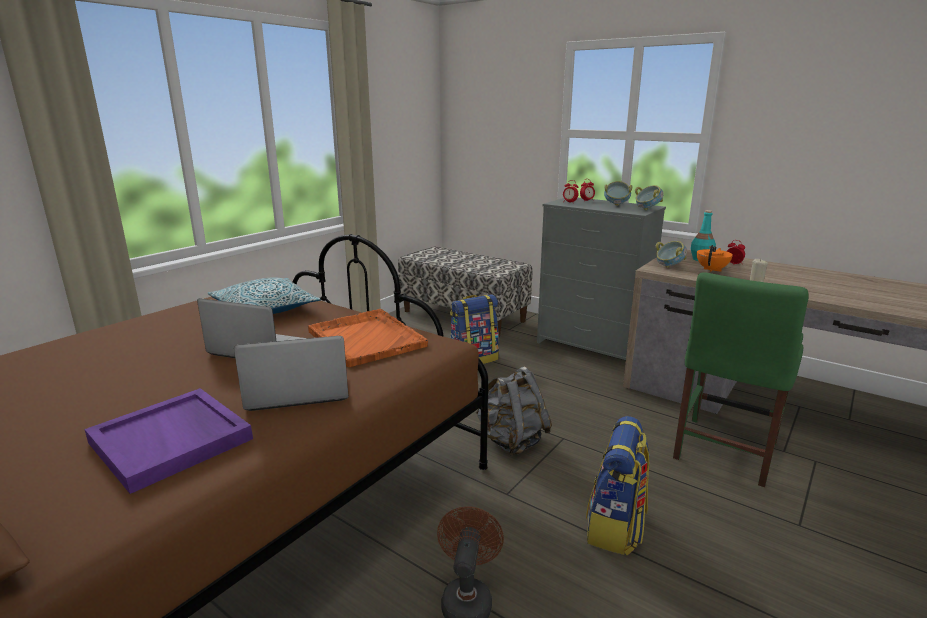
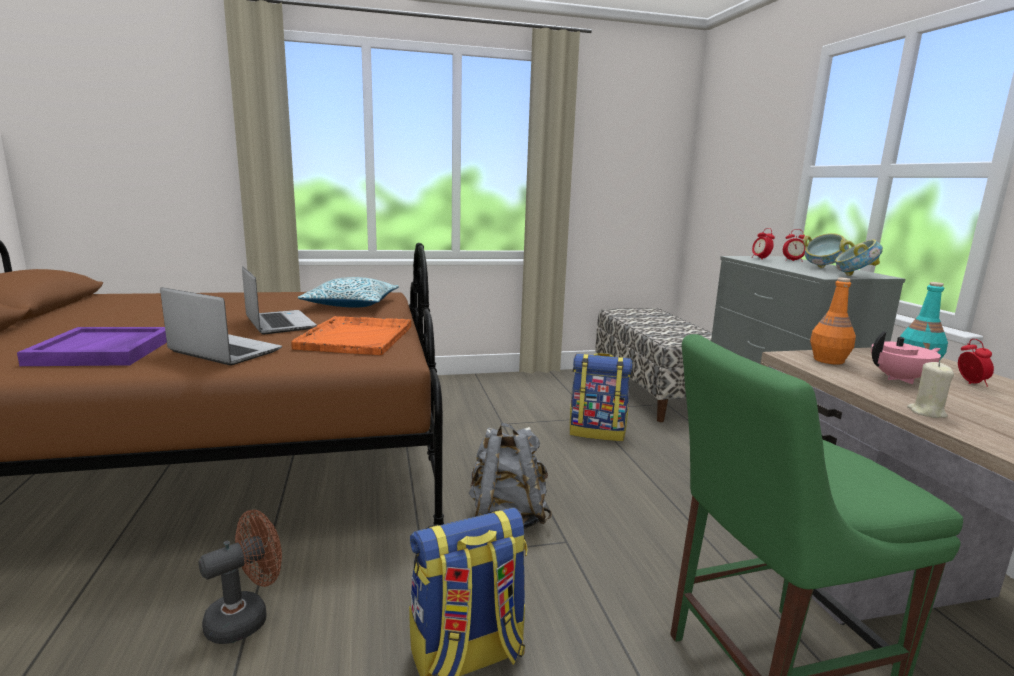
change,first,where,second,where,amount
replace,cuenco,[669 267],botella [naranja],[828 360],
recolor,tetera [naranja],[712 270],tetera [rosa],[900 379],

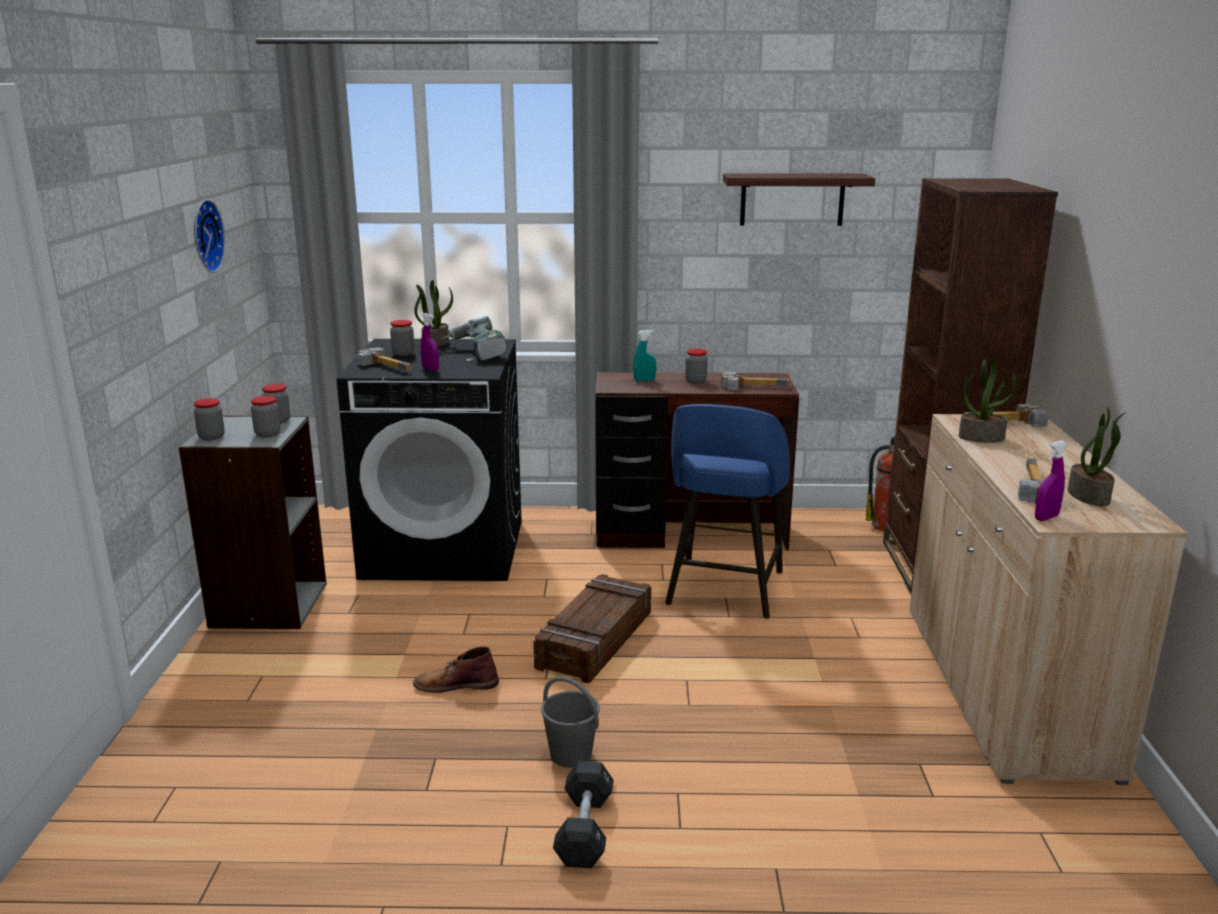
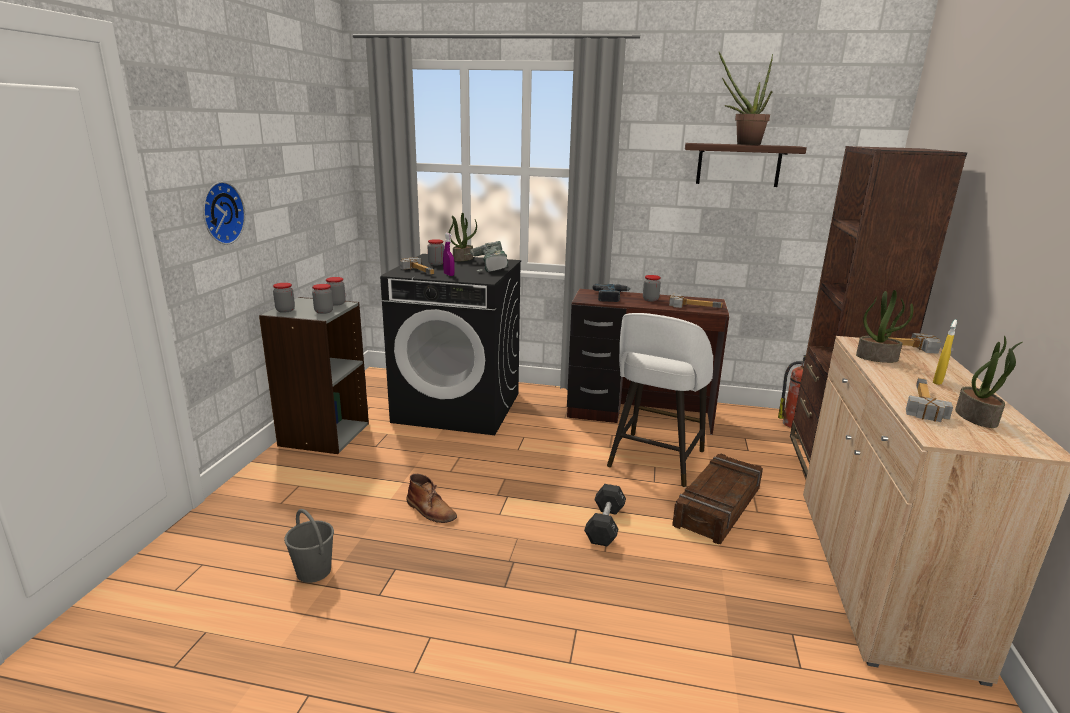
change,first,where,second,where,amount
delete,pulverizador [morado],[1046 518],,,
insert,,,planta en maceta,[743 144],
insert,,,pulverizador [amarillo],[938 381],
move,reloj de pared,[204 236],,[220 213],
move,caja de embalaje,[594 639],,[716 506],
move,cubo [gris],[570 754],,[313 571],
move,mancuerna [negro],[584 829],,[605 525],
replace,pulverizador [turquesa],[644 380],taladro,[611 296],
recolor,taburete [azul],[724 590],taburete [blanco],[655 460],
rotate,bota [marrón],[455 684],,[431 510],150 degrees counterclockwise

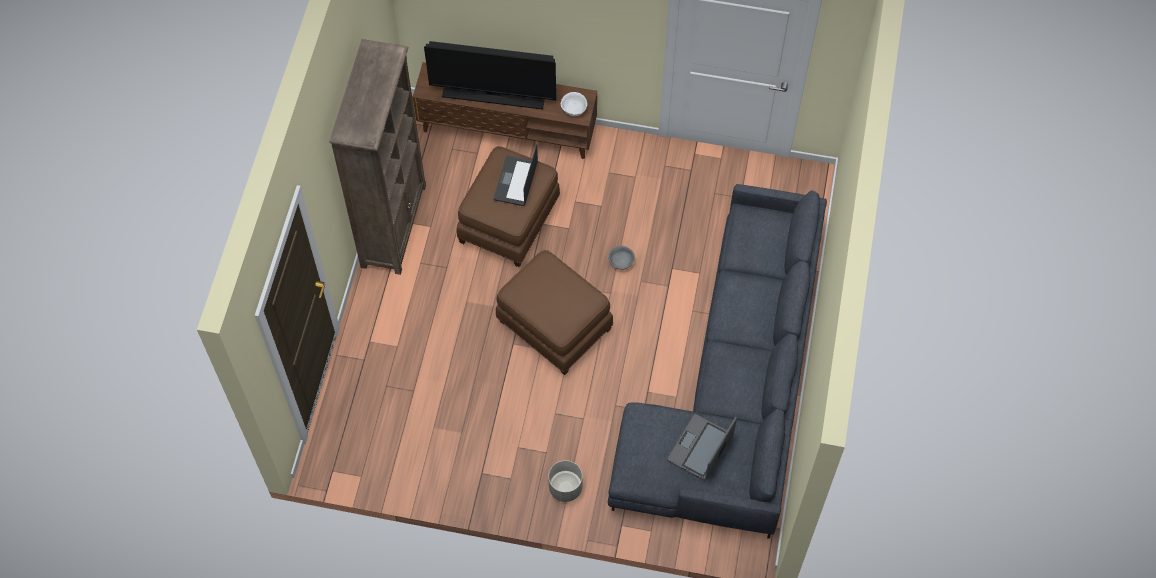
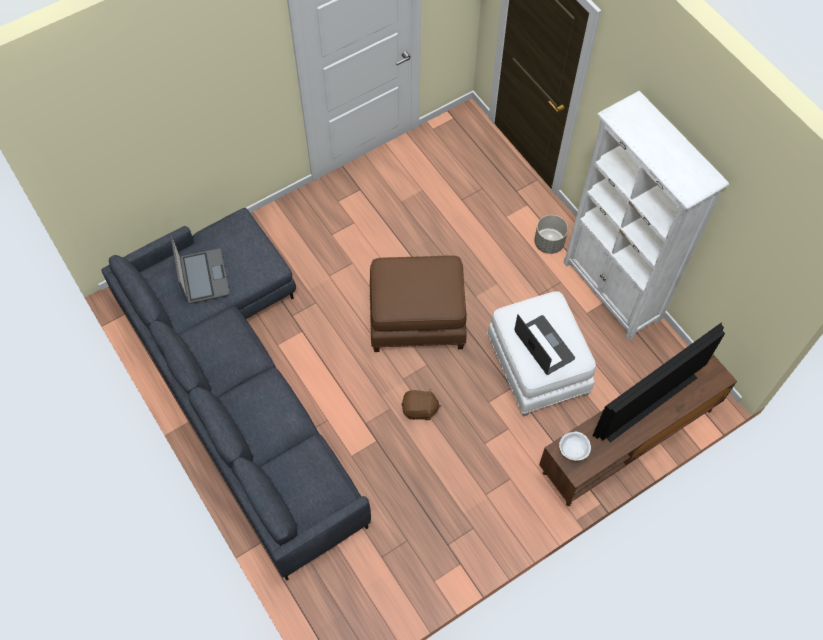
change,first,where,second,where,amount
move,maceta [gris],[565 488],,[548 243],
replace,cuenco [gris],[621 263],peluche [marrón],[419 410],
recolor,estantería [marrón],[394 225],estantería [blanco],[612 291],
recolor,puf [marrón],[510 222],puf [blanco],[536 367],

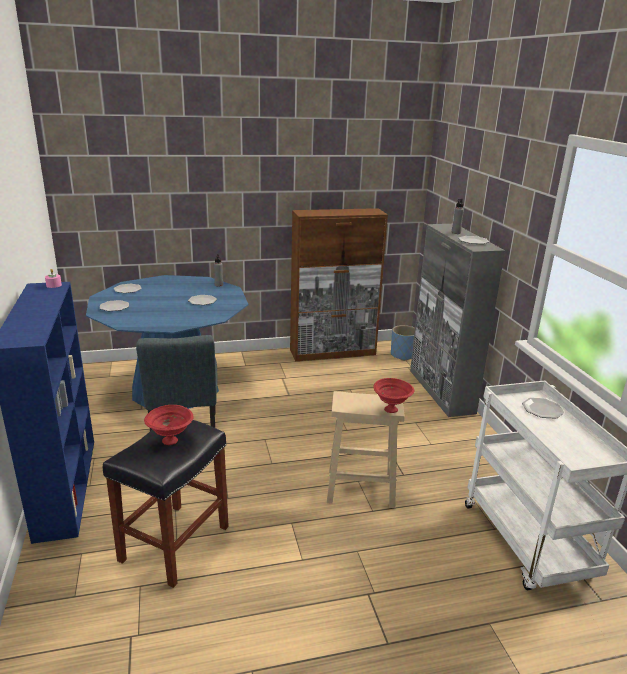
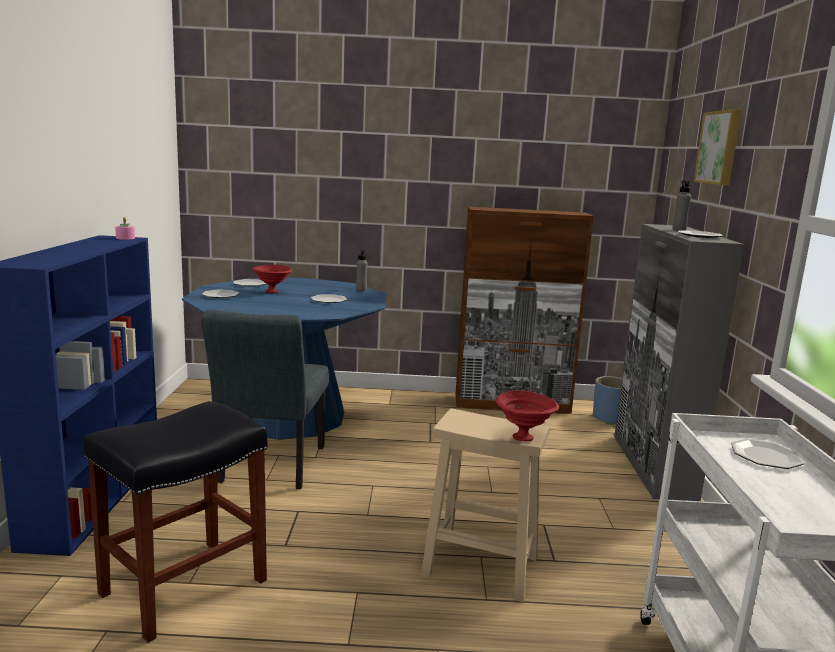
change,first,where,second,where,amount
insert,,,cuadro,[720 148],
move,cuenco [rojo],[171 441],,[273 292],

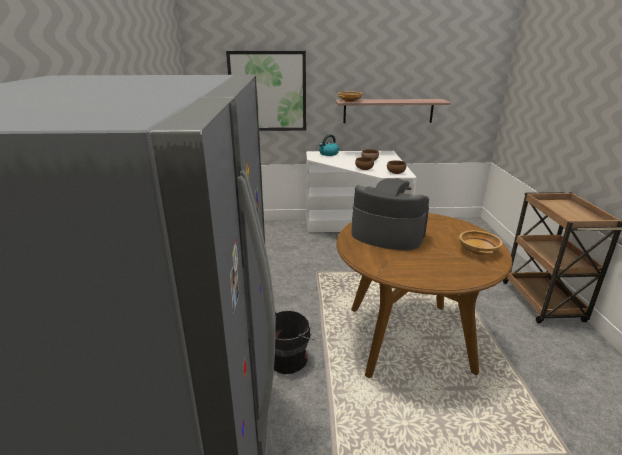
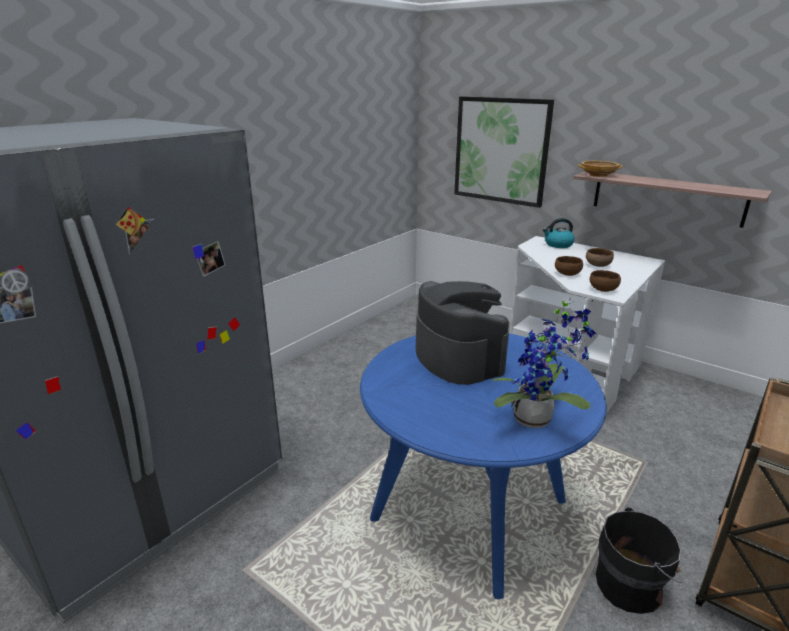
change,first,where,second,where,amount
move,cubo [negro],[289 358],,[631 585],
replace,cuenco [beis],[478 251],planta en maceta,[537 420],
recolor,mesa de comedor [marrón],[408 338],mesa de comedor [azul],[469 510],

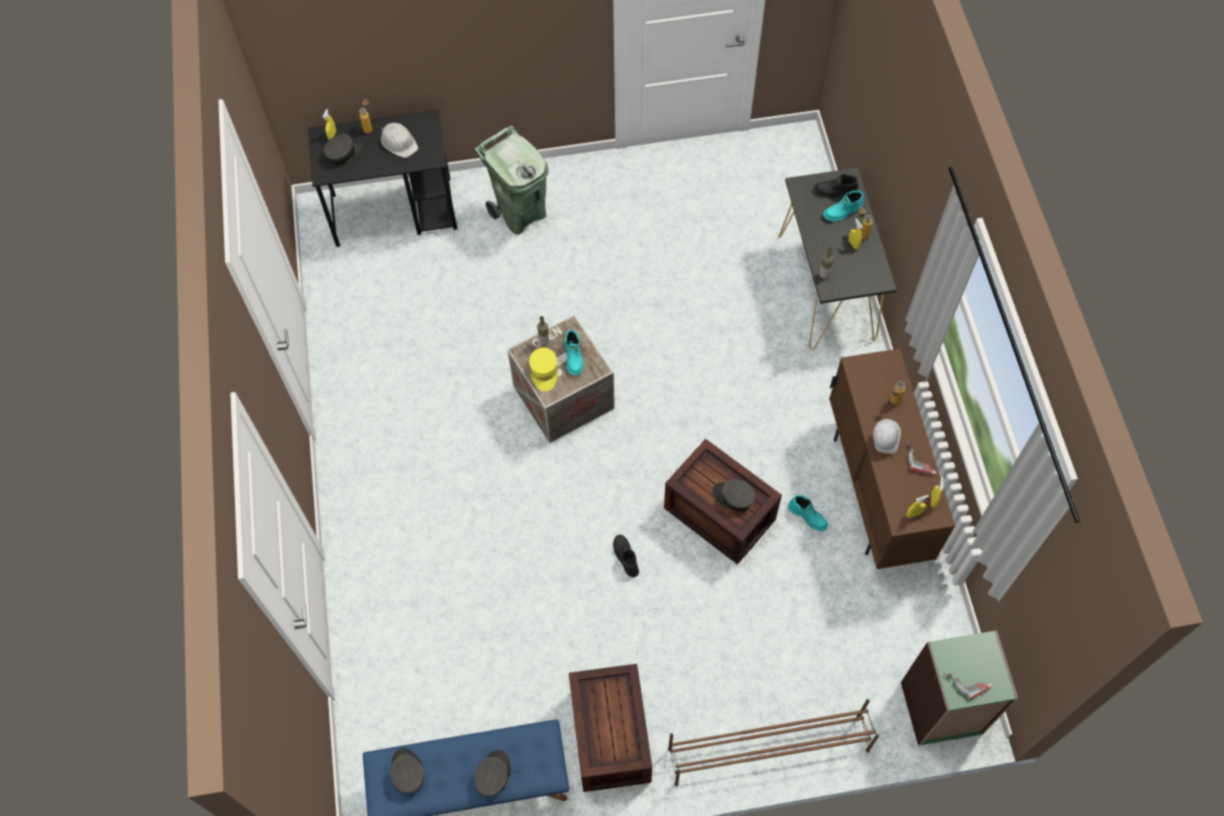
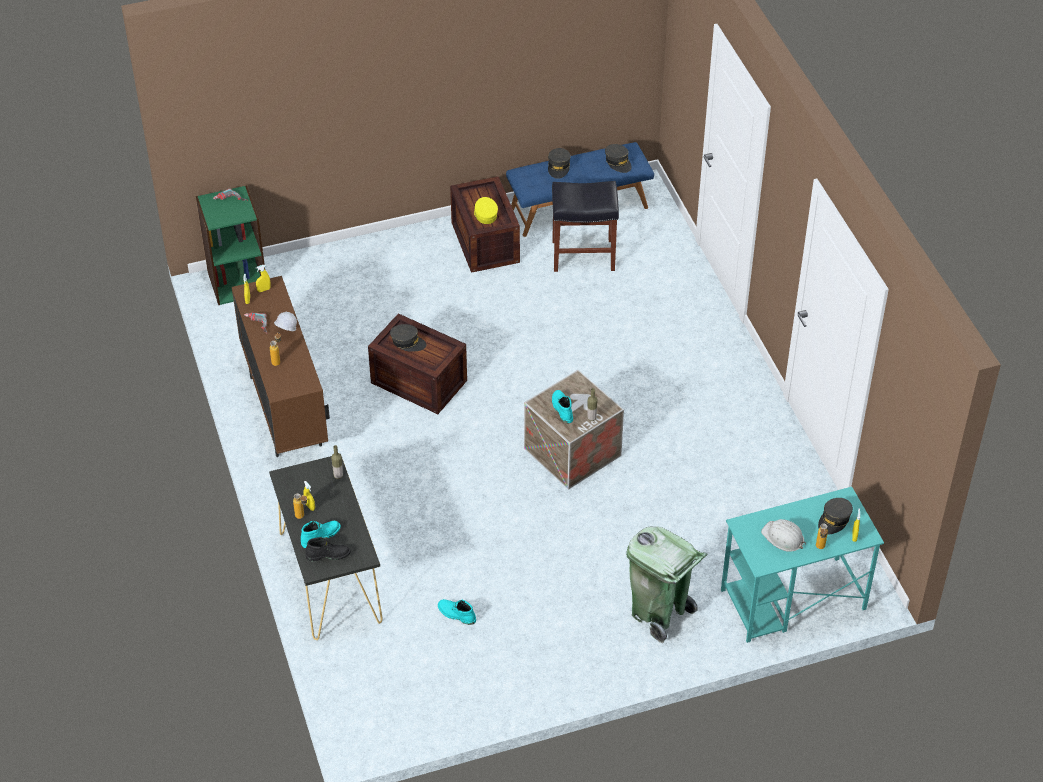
change,first,where,second,where,amount
delete,bota [negro],[625 557],,,
delete,zapatero [marrón],[767 749],,,
insert,,,taburete [negro],[584 255],
move,gorra [amarillo],[544 372],,[485 214],
move,bota [turquesa],[808 516],,[456 614],
recolor,escritorio [negro],[395 212],escritorio [turquesa],[792 600],

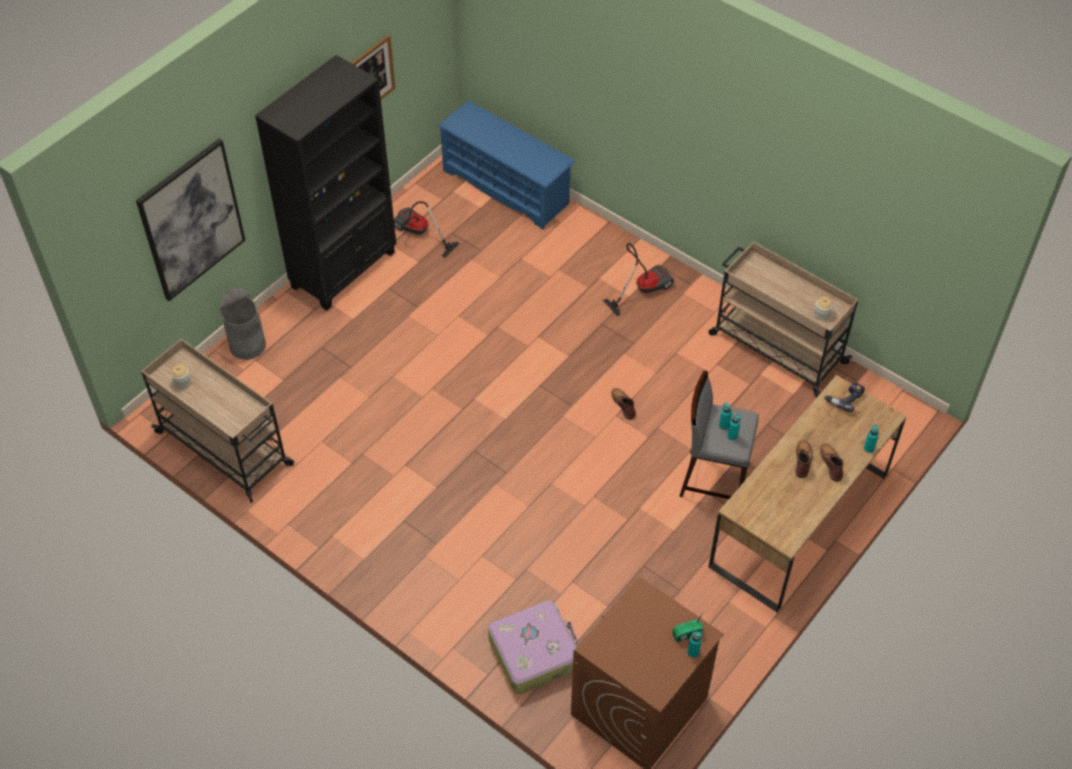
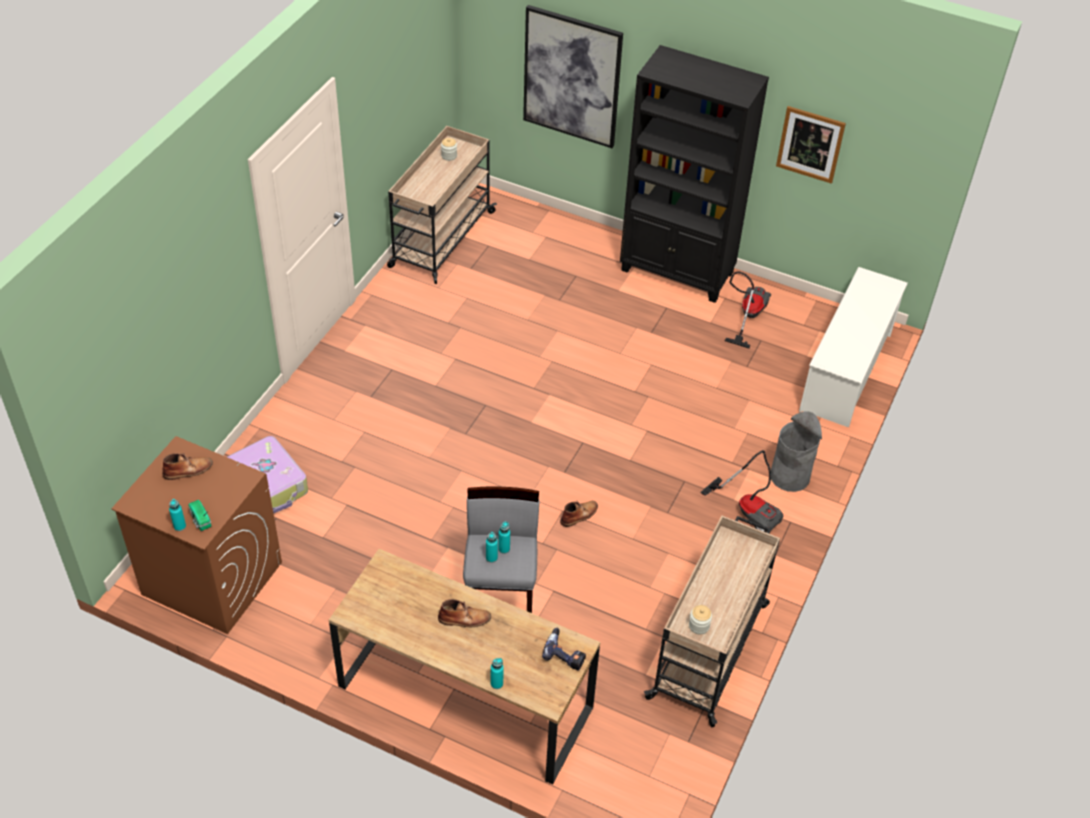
change,first,where,second,where,amount
move,papelera [gris],[247 345],,[790 476],
move,bota [marrón],[831 463],,[188 470],
recolor,zapatero [azul],[506 187],zapatero [blanco],[846 372],

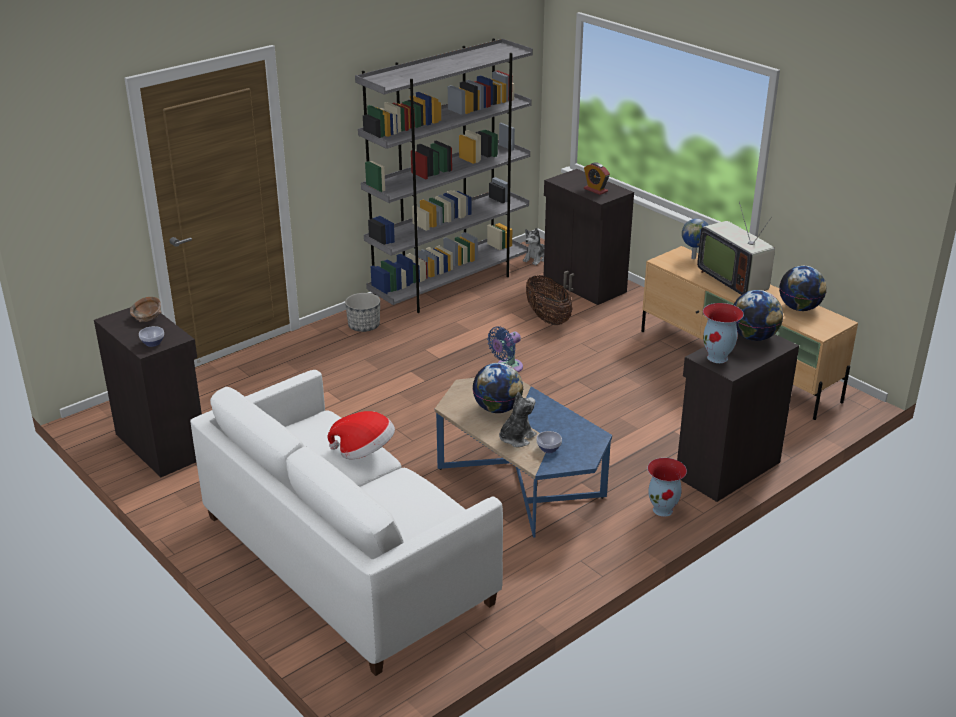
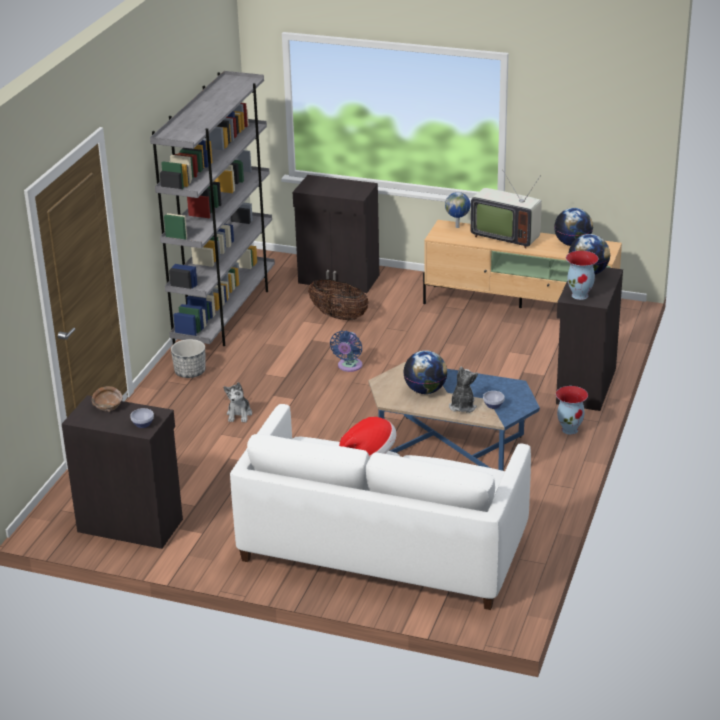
change,first,where,second,where,amount
delete,despertador,[595 190],,,
move,peluche,[536 259],,[239 414],

